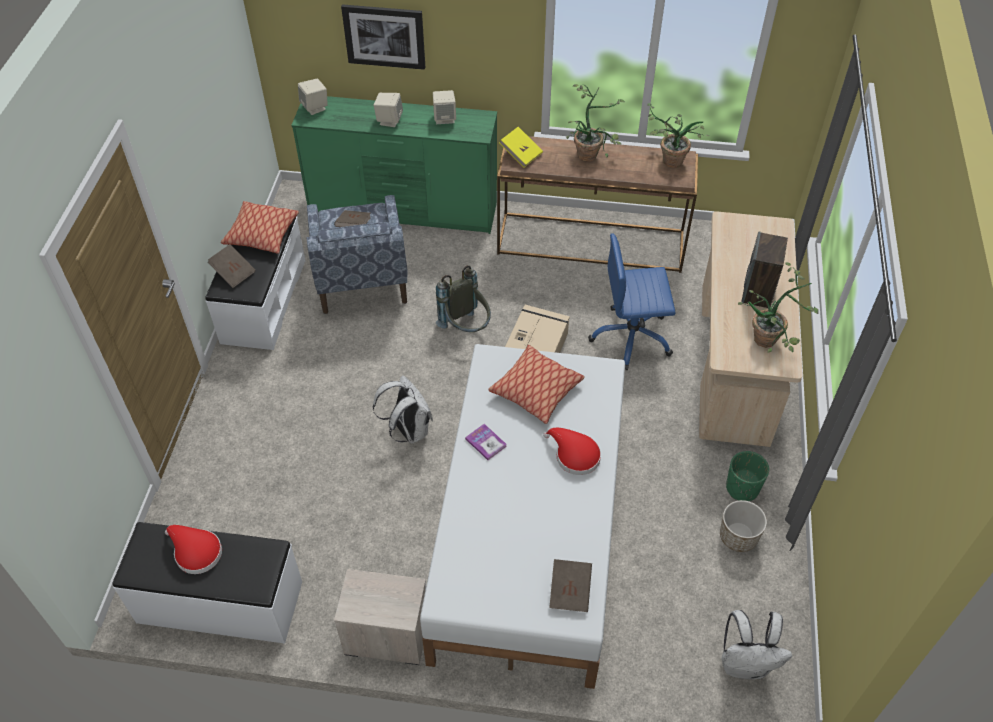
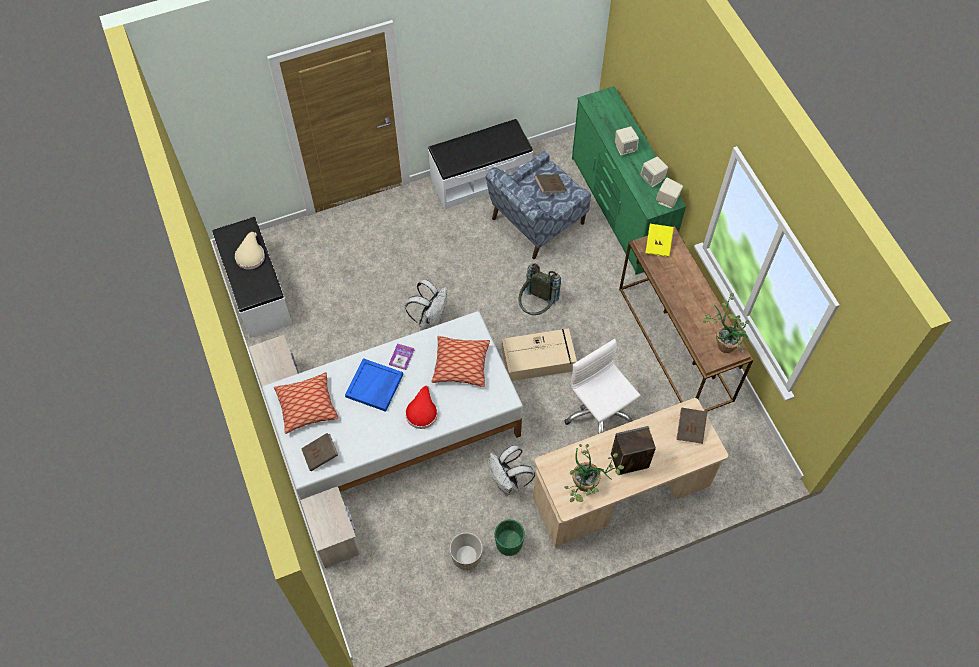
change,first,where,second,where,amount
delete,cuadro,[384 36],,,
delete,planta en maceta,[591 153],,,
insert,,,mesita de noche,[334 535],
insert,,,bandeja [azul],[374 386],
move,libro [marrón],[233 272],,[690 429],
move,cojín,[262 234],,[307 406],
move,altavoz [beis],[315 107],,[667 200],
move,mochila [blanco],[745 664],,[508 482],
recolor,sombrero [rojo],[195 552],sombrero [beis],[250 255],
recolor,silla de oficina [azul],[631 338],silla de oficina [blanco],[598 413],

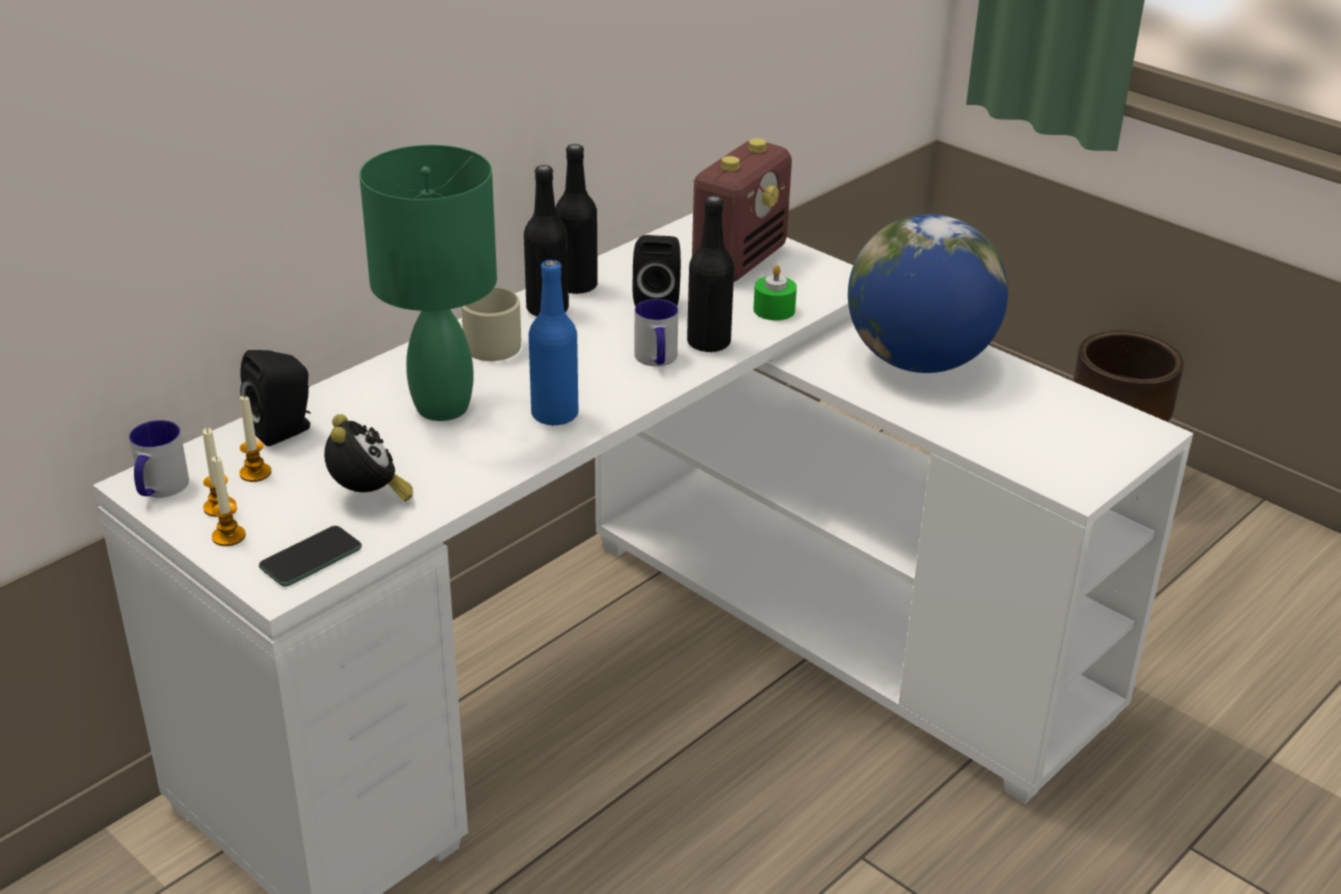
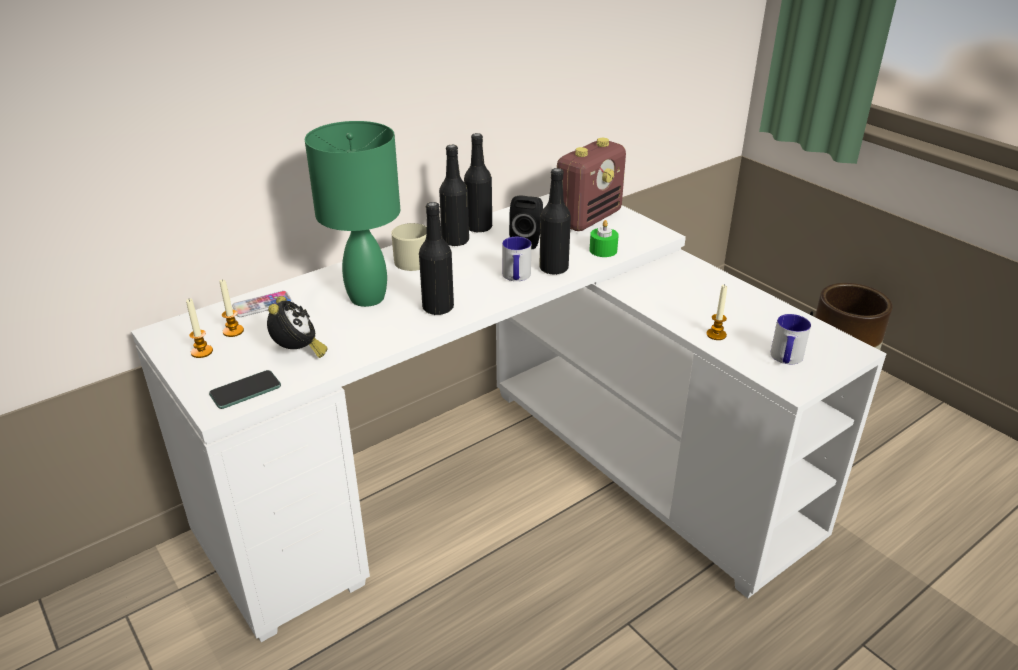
change,first,where,second,where,amount
delete,globo terráqueo,[919 361],,,
move,taza grande,[159 489],,[786 359],
move,vela,[228 536],,[716 334],
replace,altavoz [negro],[285 430],móvil,[262 305],
recolor,botella [azul],[554 415],botella [negro],[438 308],

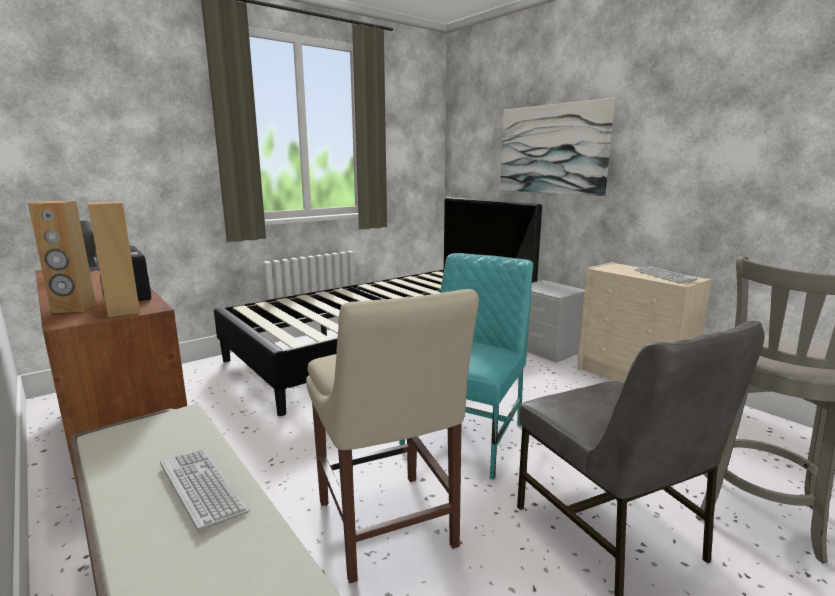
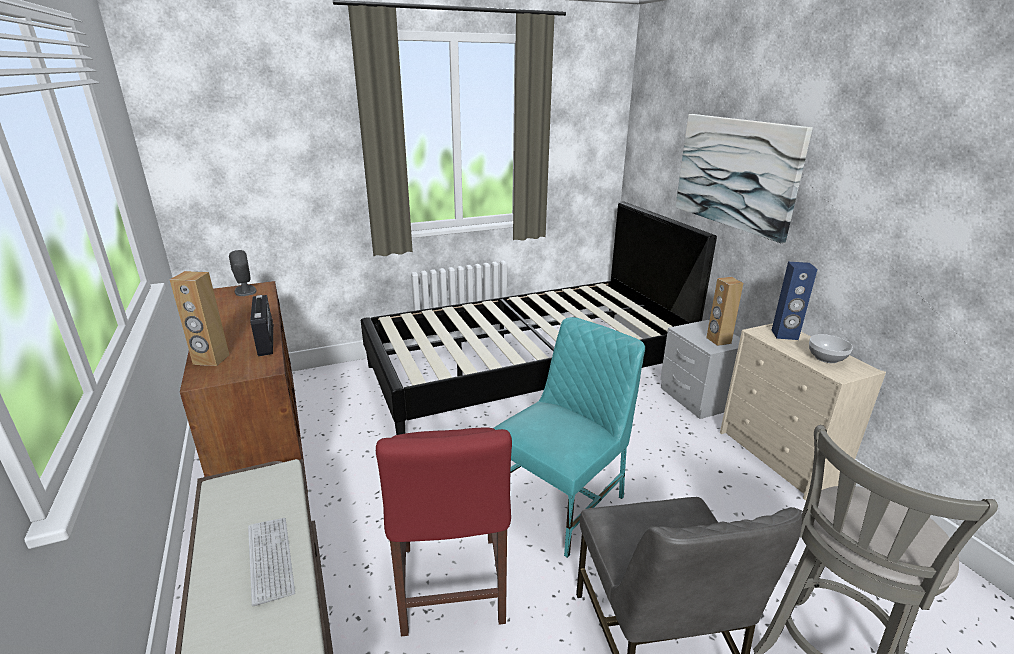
change,first,where,second,where,amount
insert,,,altavoz [azul],[784 335],
move,altavoz [marrón],[123 311],,[718 340],
replace,teclado,[664 275],cuenco,[827 358],
recolor,silla [beis],[387 528],silla [rojo],[450 589],

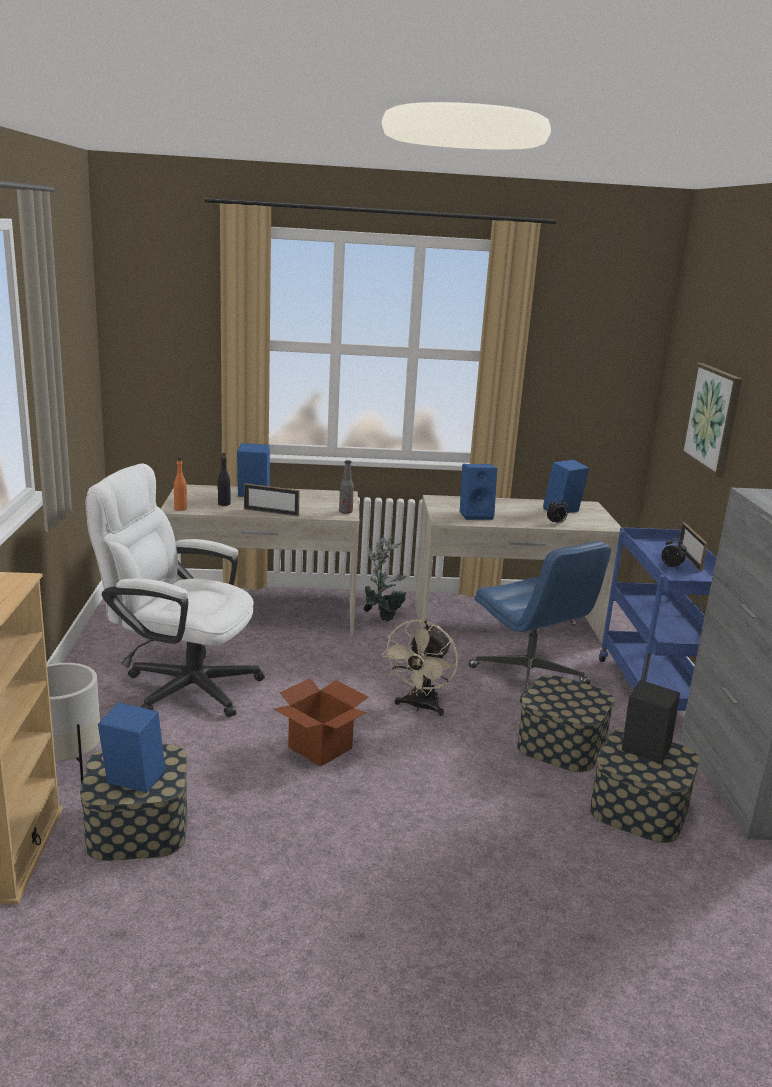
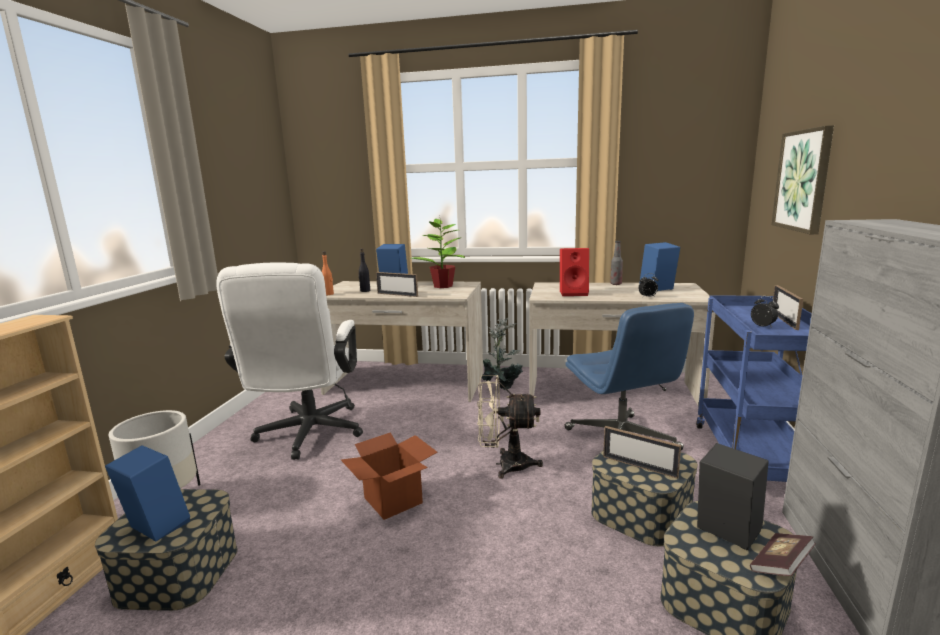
change,first,where,second,where,amount
insert,,,planta en maceta,[442 286],
insert,,,portarretratos,[639 466],
insert,,,libro,[780 565],
move,botella,[345 512],,[616 284],
recolor,altavoz [azul],[476 515],altavoz [rojo],[574 293],
rotate,silla de oficina [blanco],[180 684],,[307 436],120 degrees counterclockwise
rotate,ventilador [beis],[420 707],,[505 465],60 degrees clockwise

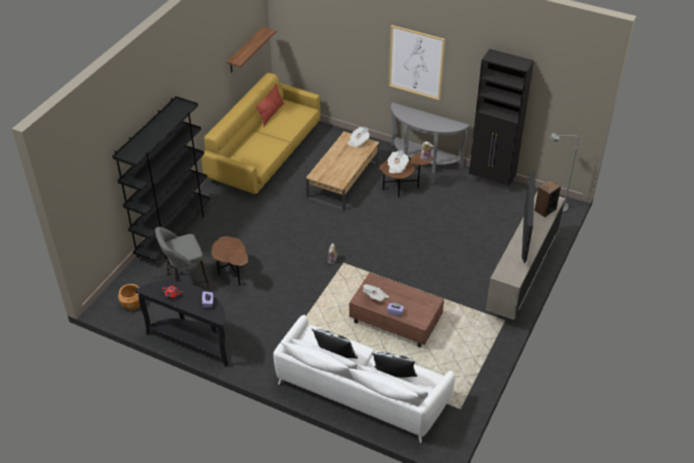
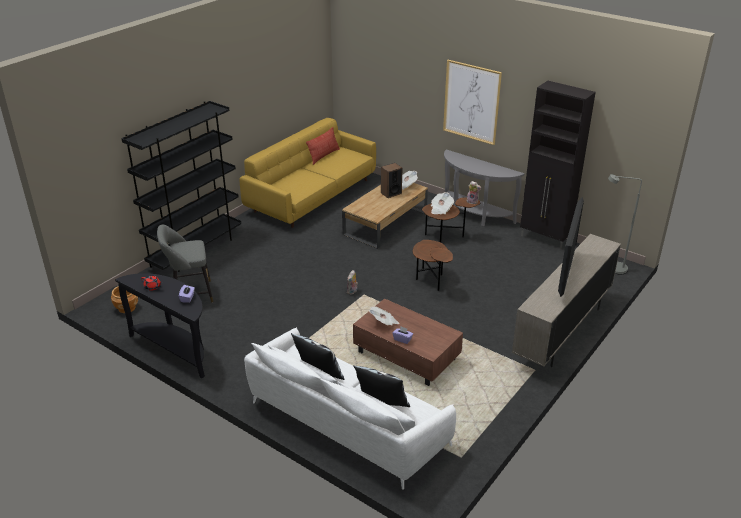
change,first,where,second,where,amount
delete,estante,[245 50],,,
move,mesa auxiliar [marrón],[233 274],,[431 280],
move,altavoz,[545 209],,[391 193],

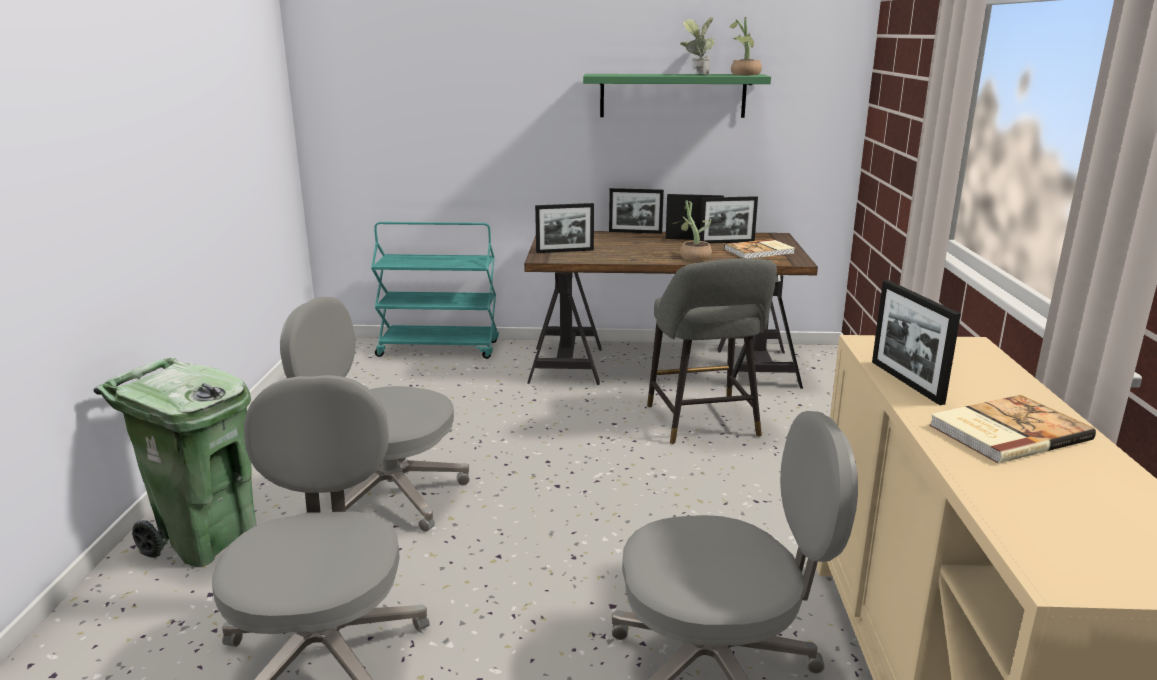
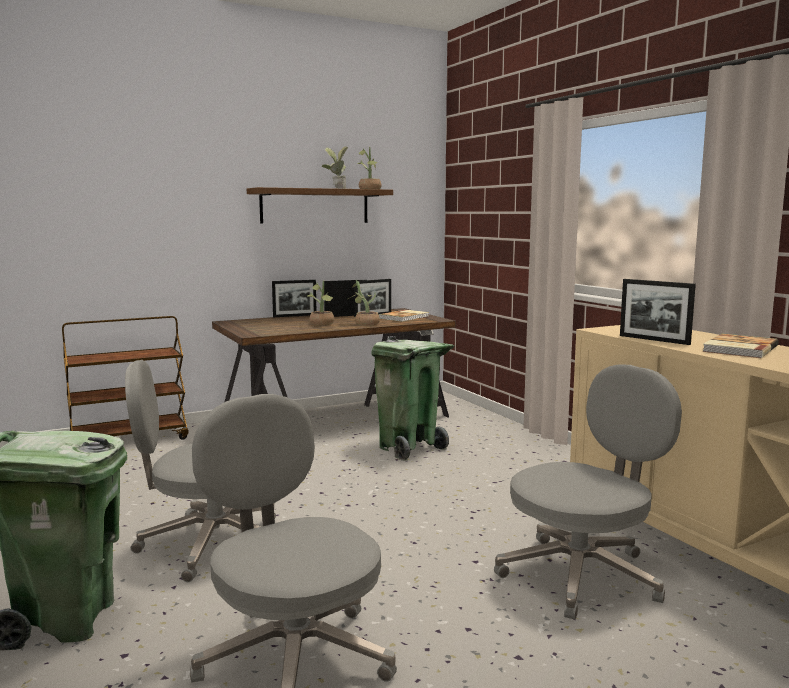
change,first,where,second,where,amount
delete,portarretratos,[565 251],,,
insert,,,planta en maceta,[322 323],
replace,taburete [gris],[704 424],papelera [verde],[408 448],
recolor,carrito [turquesa],[439 349],carrito [marrón],[129 440],
recolor,estante [verde],[672 95],estante [marrón],[315 206],

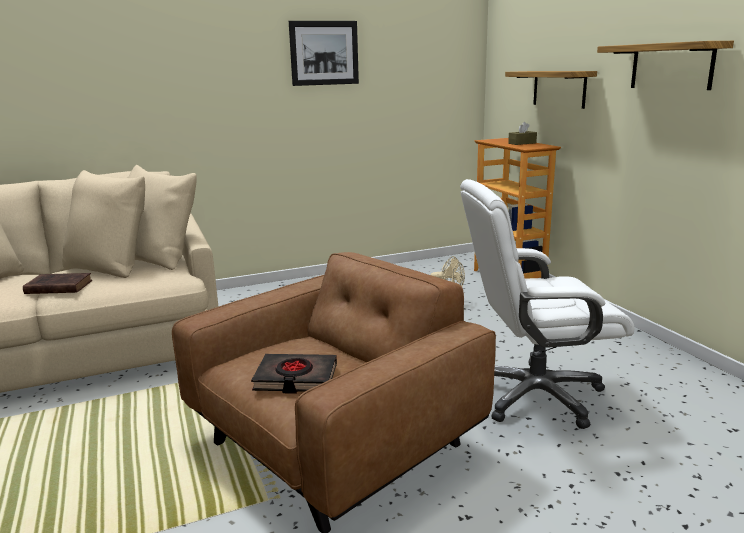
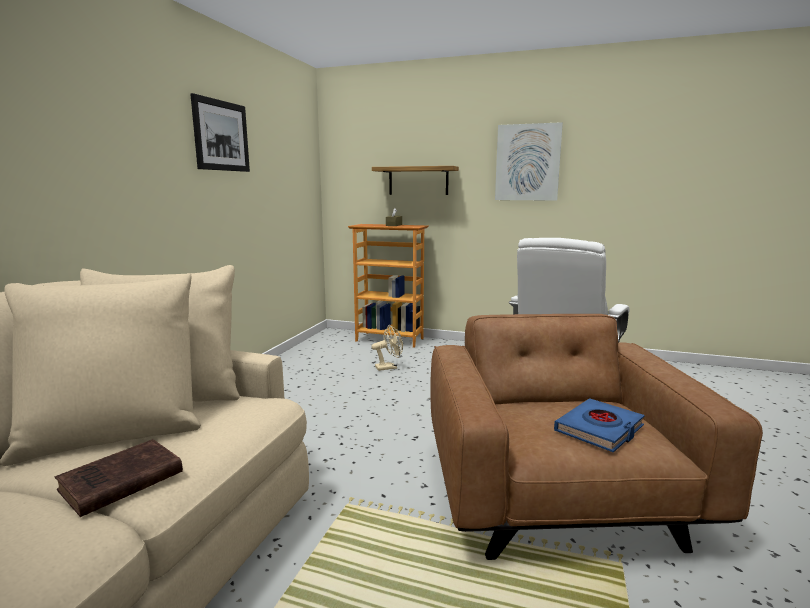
change,first,where,second,where,amount
replace,estante,[671 66],cuadro,[527 162],
recolor,libro [negro],[295 378],libro [azul],[599 429],

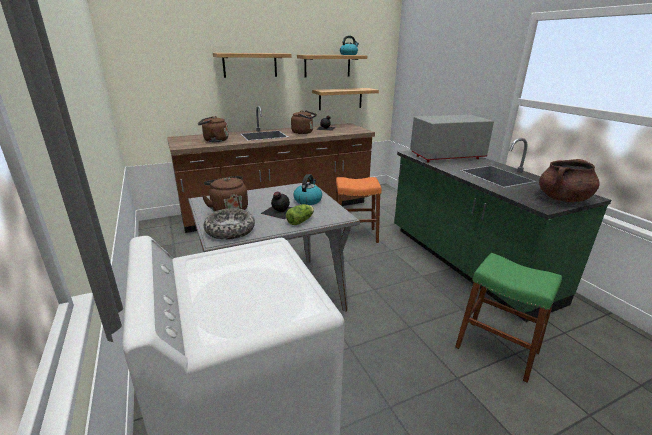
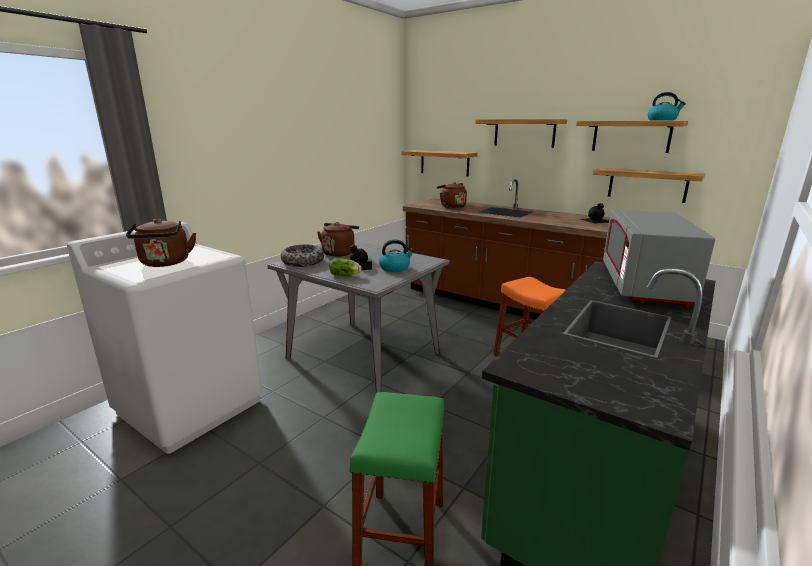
change,first,where,second,where,amount
delete,olla [marrón],[563 199],,,
insert,,,estante,[444 163],
move,hervidor [marrón],[304 132],,[165 263],
rotate,microondas [gris],[446 156],,[643 286],120 degrees counterclockwise

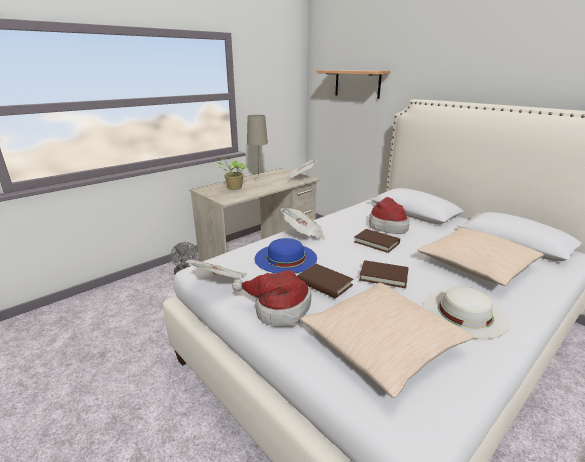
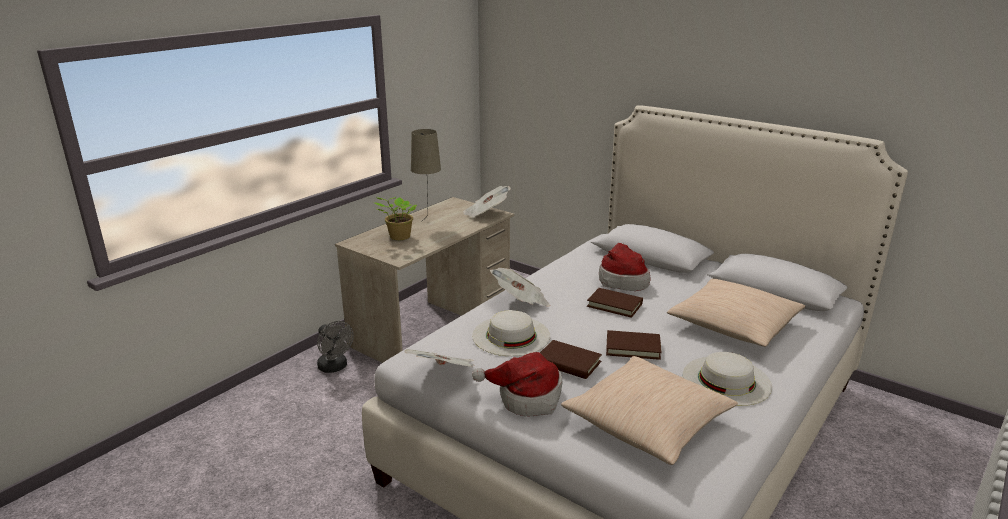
change,first,where,second,where,amount
delete,estante,[357 83],,,
recolor,sombrero [azul],[285 258],sombrero [blanco],[511 335],

